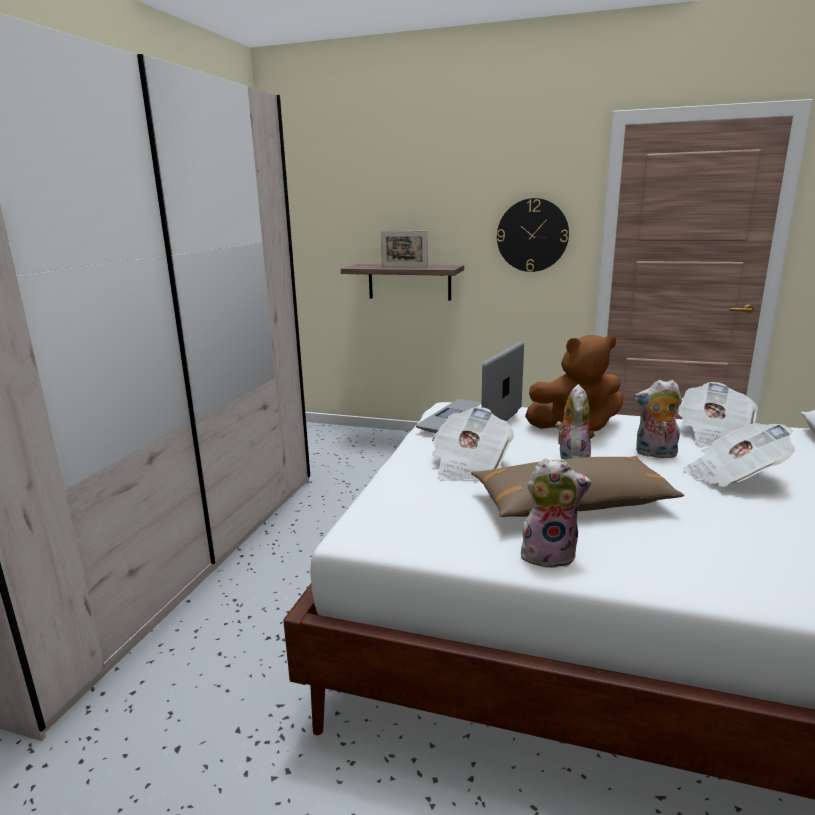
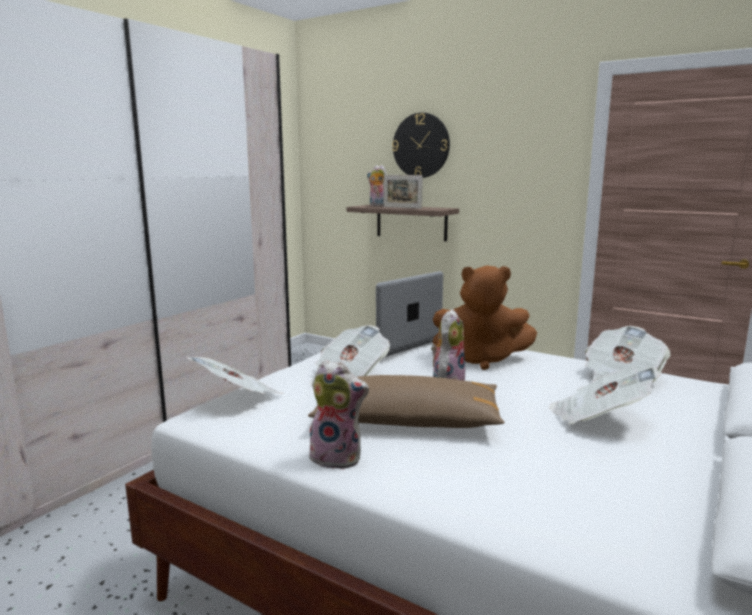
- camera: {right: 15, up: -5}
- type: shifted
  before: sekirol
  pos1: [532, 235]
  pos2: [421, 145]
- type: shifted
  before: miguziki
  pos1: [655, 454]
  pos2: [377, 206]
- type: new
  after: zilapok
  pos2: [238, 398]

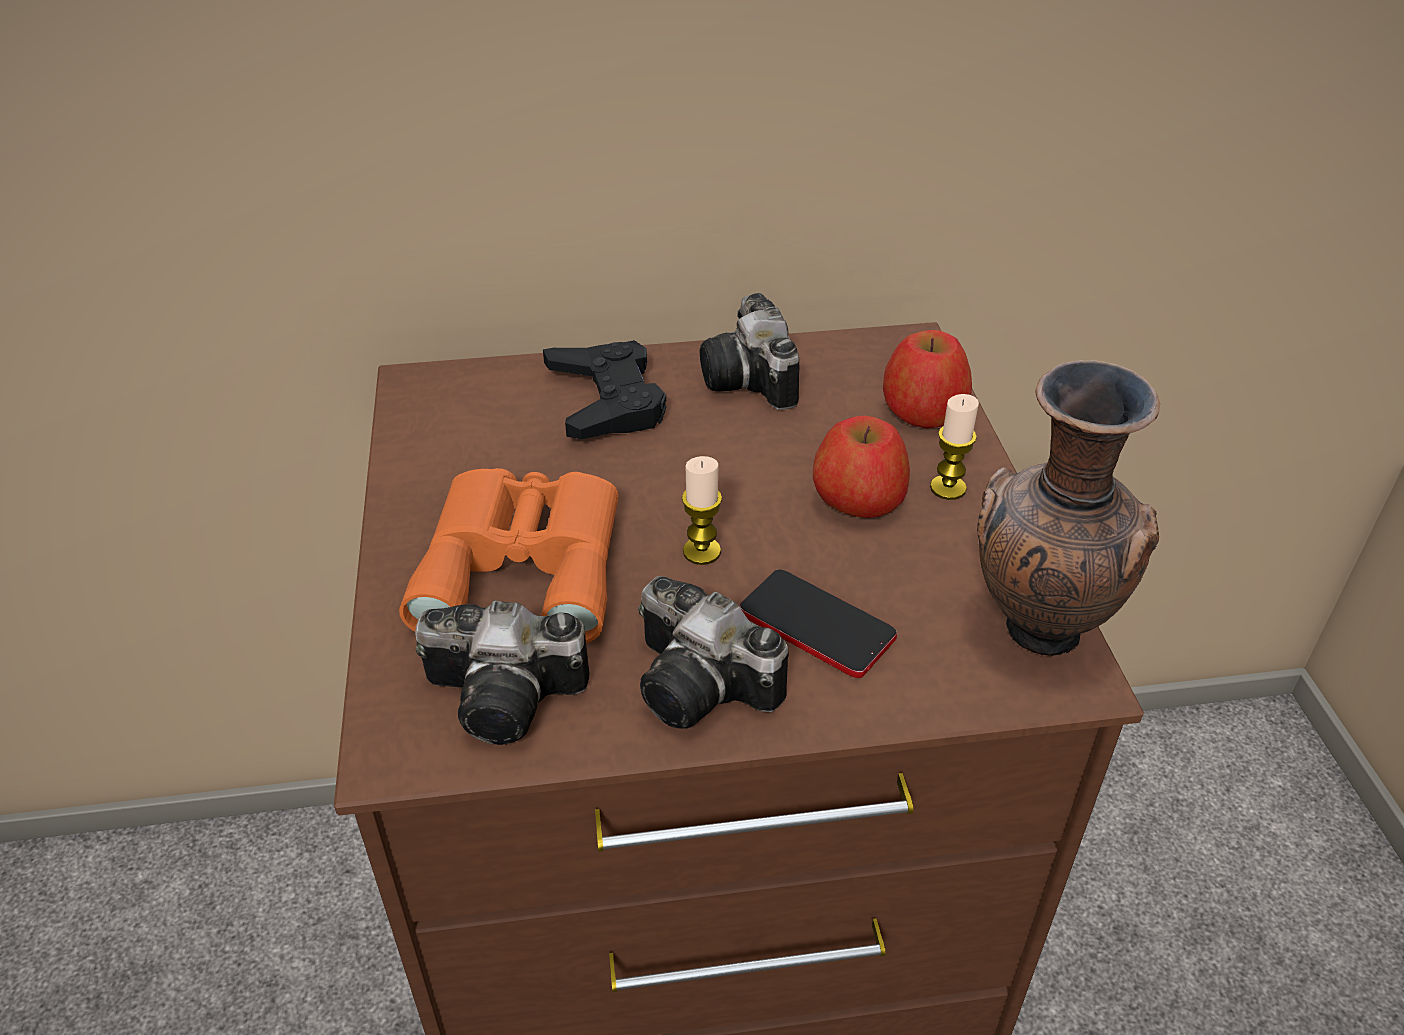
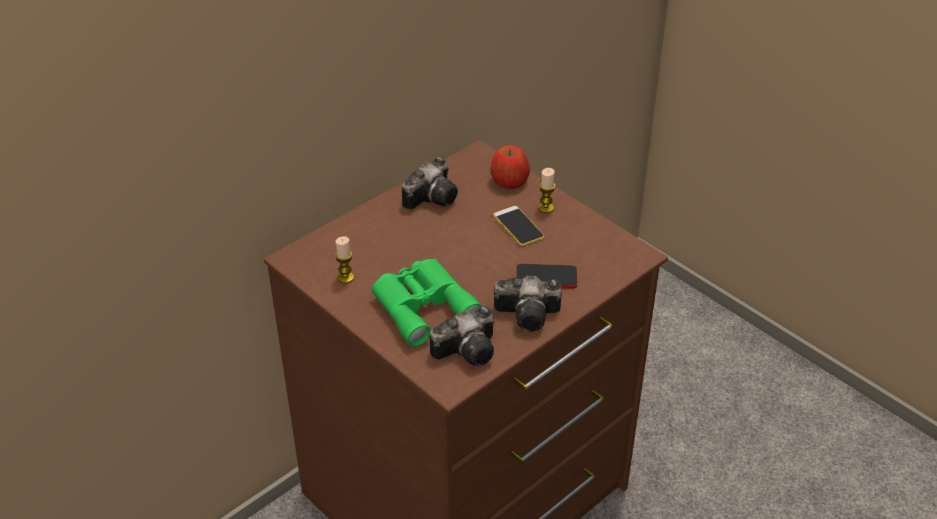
- camera: {right: -35, up: 0}
- type: repainted
  before: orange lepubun
  after: green lepubun
  pos1: [525, 562]
  pos2: [422, 305]
- type: gone
  before: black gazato
  pos1: [606, 400]
- type: shifted
  before: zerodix
  pos1: [701, 551]
  pos2: [345, 277]
- type: rotated
  before: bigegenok
  pos1: [753, 381]
  pos2: [433, 196]
  turn: -90
- type: swapped
  before: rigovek
  after: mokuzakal
  pos1: [858, 499]
  pos2: [518, 226]
- type: gone
  before: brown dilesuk
  pos1: [1036, 633]

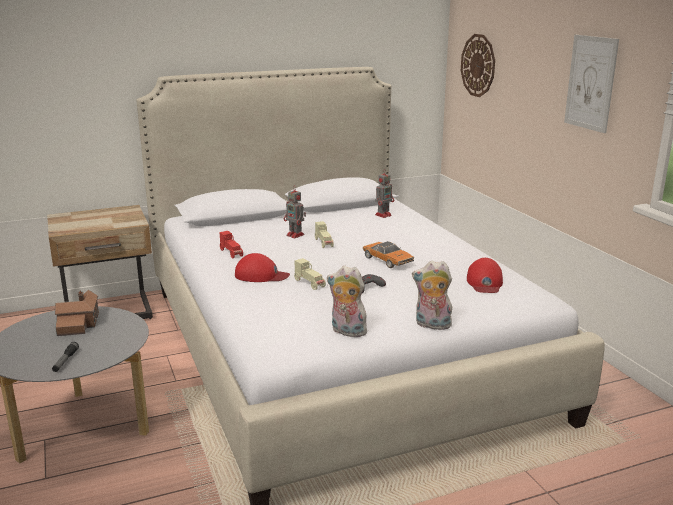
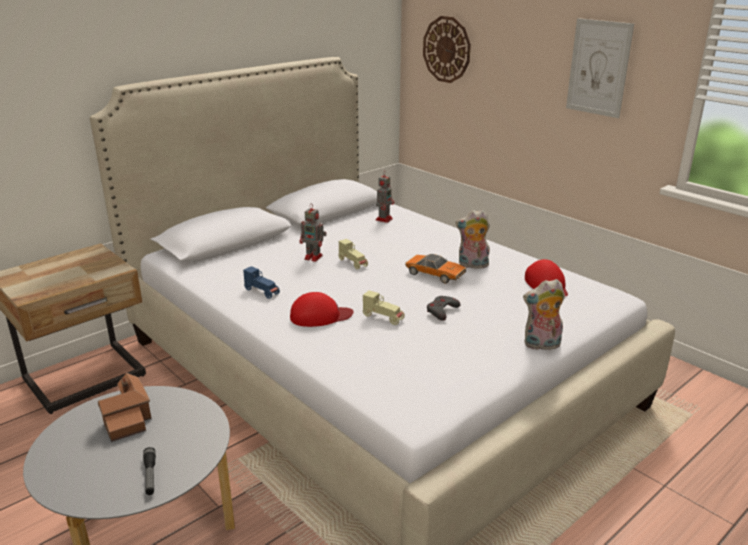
- camera: {right: -20, up: 5}
- type: repainted
  before: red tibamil
  after: blue tibamil
  pos1: [231, 253]
  pos2: [262, 292]
- type: shifted
  before: miguziki
  pos1: [346, 332]
  pos2: [472, 265]

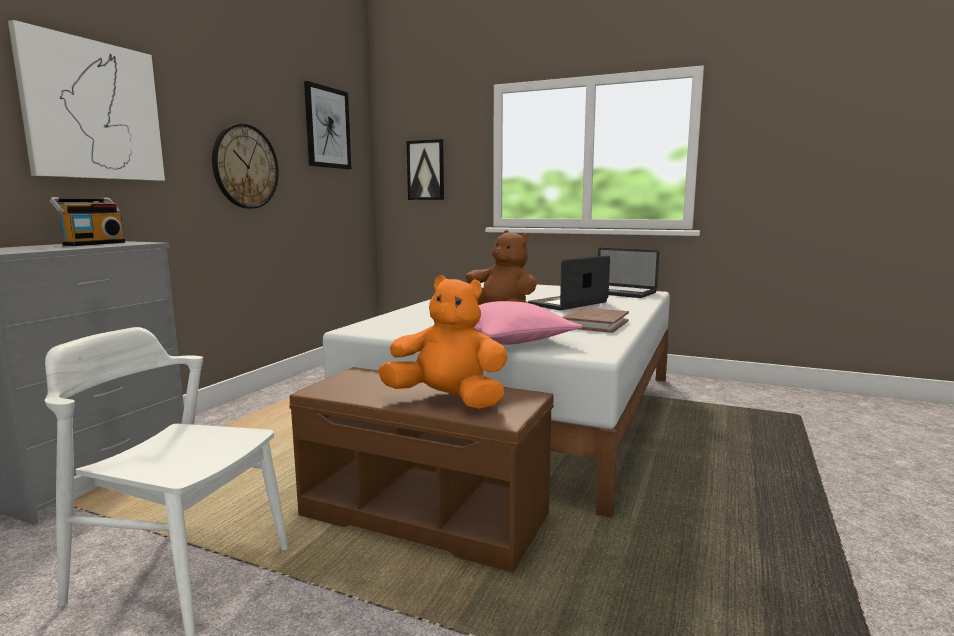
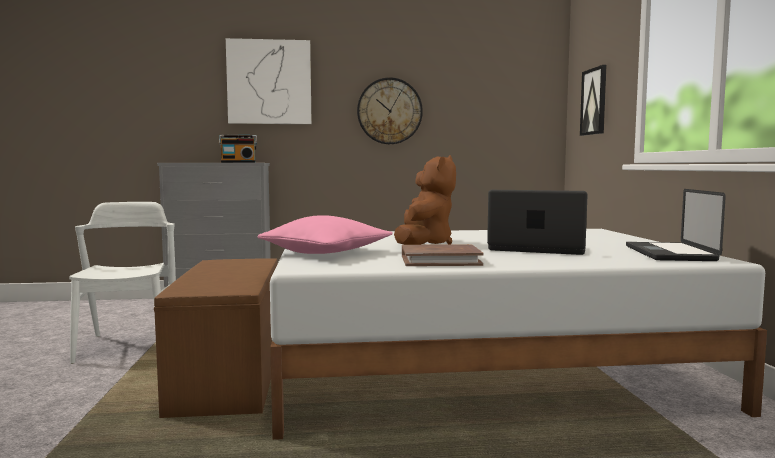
- camera: {right: 60, up: -5}
- type: gone
  before: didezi
  pos1: [327, 128]
- type: gone
  before: orange miguziki
  pos1: [448, 400]

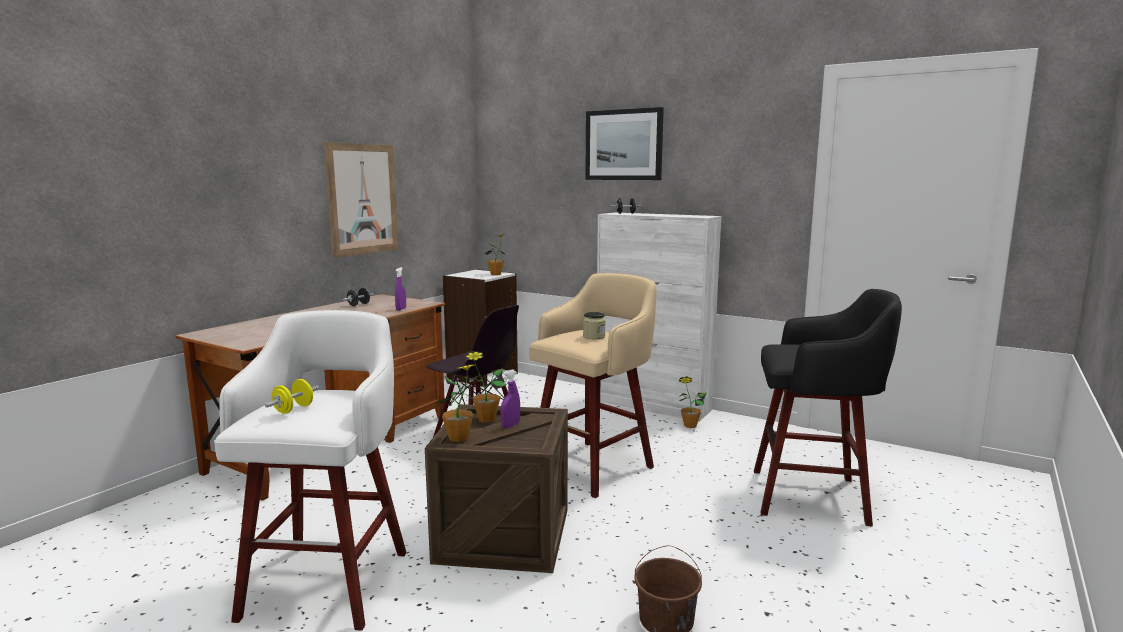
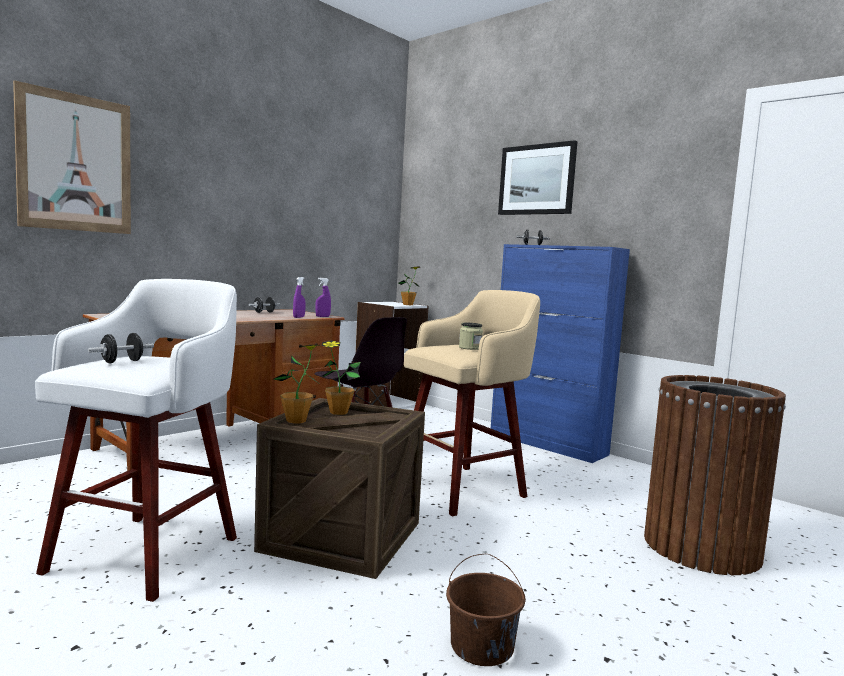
- camera: {right: 10, up: -5}
- type: repainted
  before: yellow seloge
  after: black seloge
  pos1: [293, 409]
  pos2: [122, 362]
- type: shifted
  before: didezi
  pos1: [362, 199]
  pos2: [75, 163]
- type: shifted
  before: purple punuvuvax
  pos1: [510, 425]
  pos2: [322, 316]
- type: repainted
  before: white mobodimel
  after: blue mobodimel
  pos1: [652, 405]
  pos2: [547, 444]
- type: gone
  before: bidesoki
  pos1: [690, 425]
- type: swapped
  before: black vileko
  after: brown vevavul
  pos1: [813, 497]
  pos2: [701, 547]

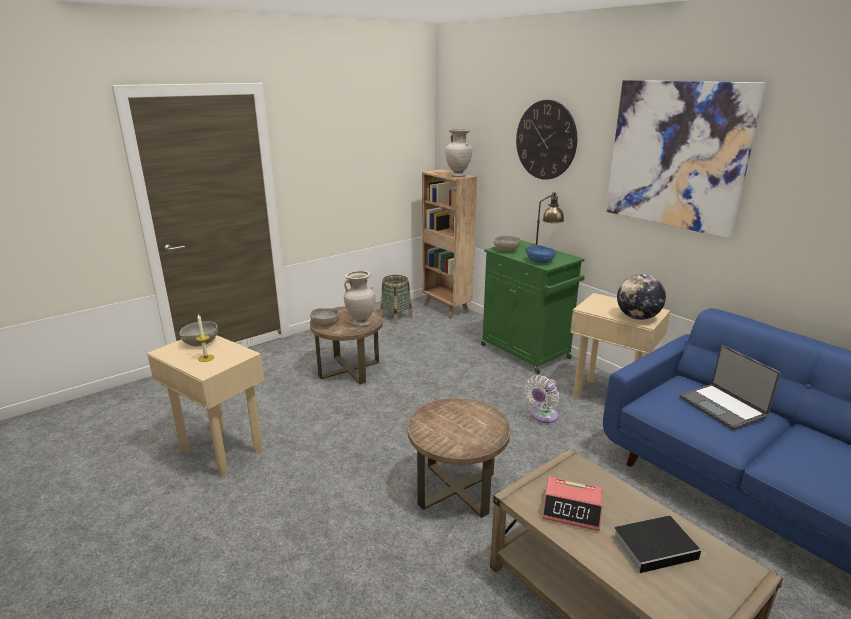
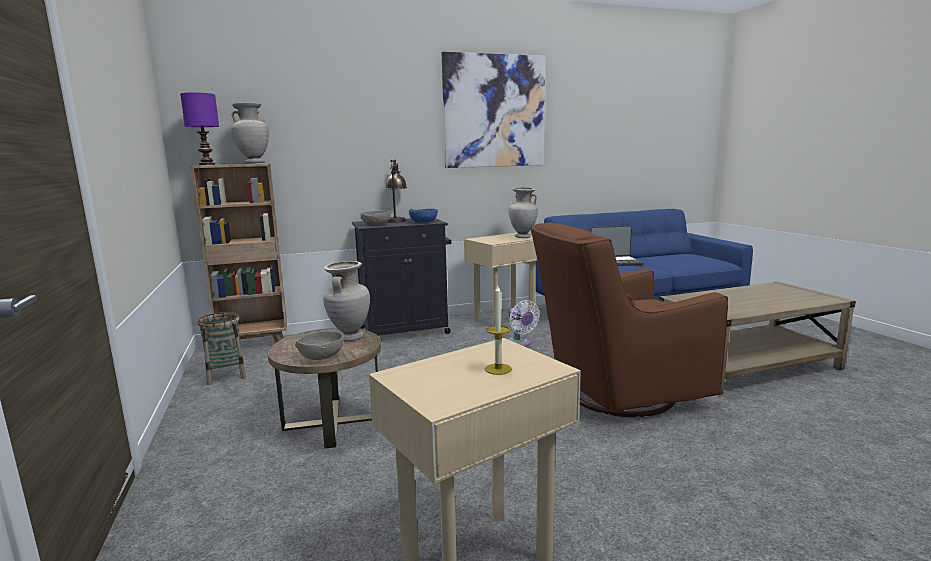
- camera: {right: -70, up: -10}
- type: gone
  before: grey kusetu
  pos1: [200, 342]
- type: swapped
  before: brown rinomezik
  after: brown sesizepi
  pos1: [456, 489]
  pos2: [614, 393]
- type: repainted
  before: green mobodimel
  after: black mobodimel
  pos1: [526, 352]
  pos2: [406, 330]
- type: gone
  before: sekirol
  pos1: [546, 140]
- type: gone
  before: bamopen
  pos1: [572, 510]
- type: gone
  before: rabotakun
  pos1: [656, 546]
- type: swapped
  before: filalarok
  after: beige dilesuk
  pos1: [637, 317]
  pos2: [522, 237]
- type: new
  after: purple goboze
  pos2: [206, 164]

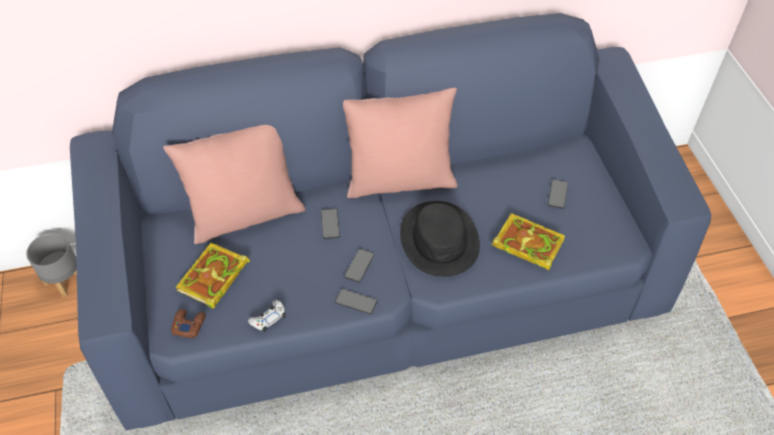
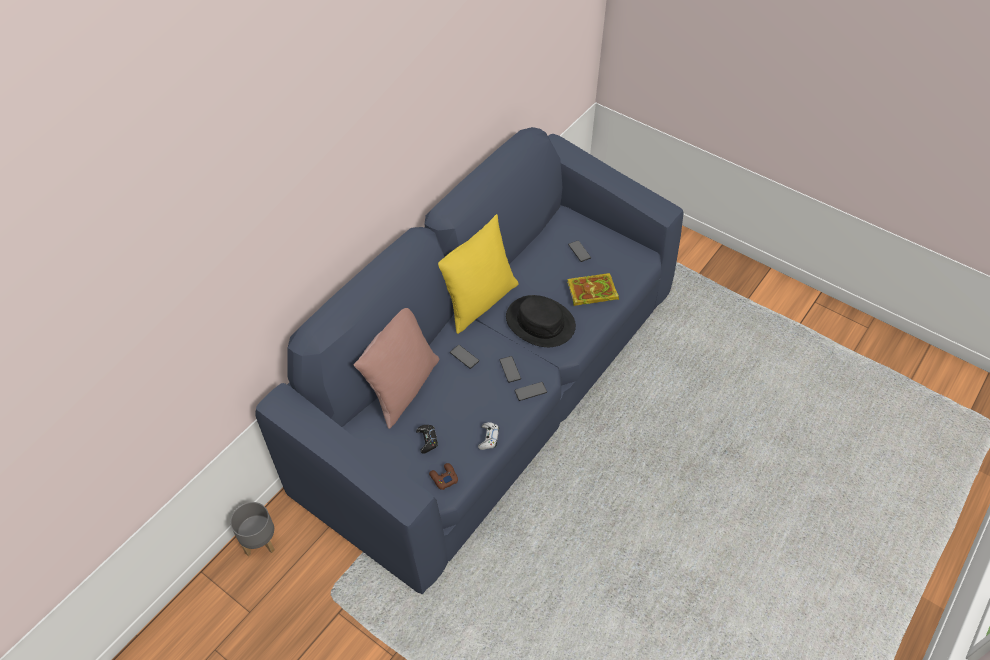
- camera: {right: -40, up: 0}
- type: swapped
  before: rabotakun
  after: black gazato
  pos1: [213, 278]
  pos2: [427, 440]
- type: repainted
  before: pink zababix
  after: yellow zababix
  pos1: [399, 181]
  pos2: [478, 302]

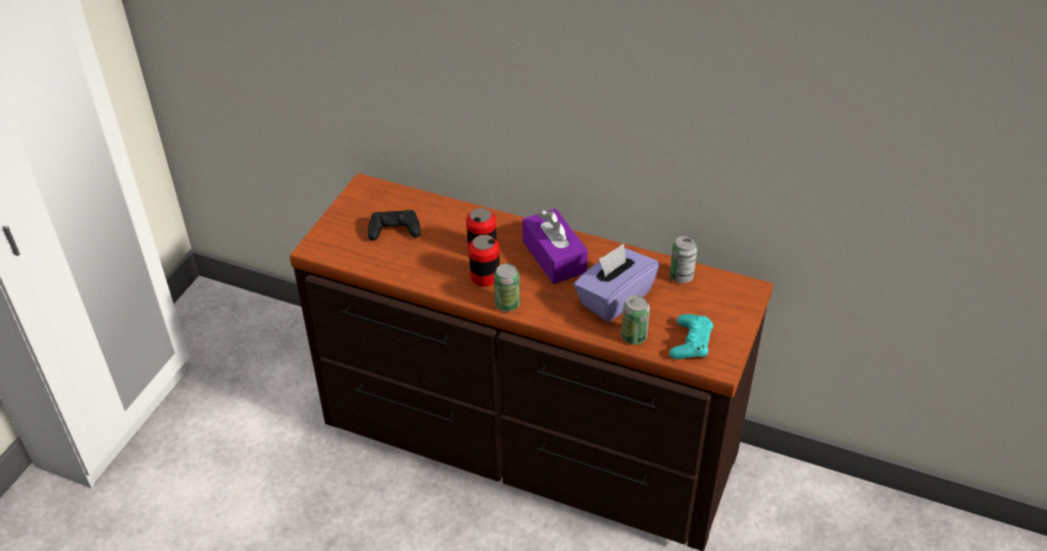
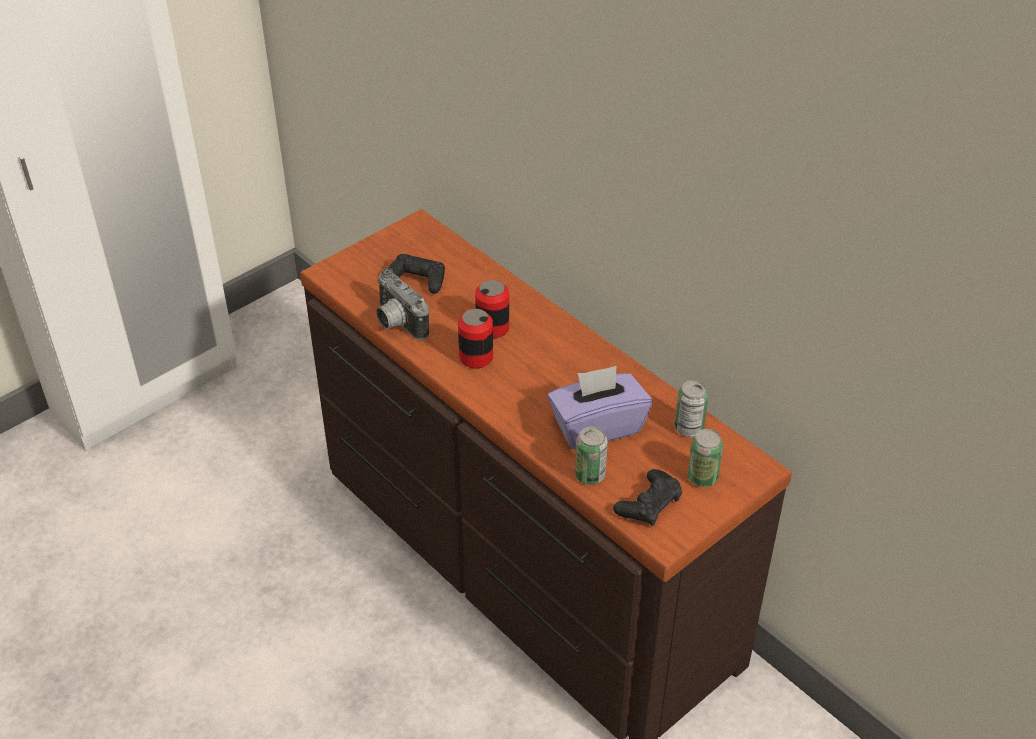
- camera: {right: 25, up: 0}
- type: shifted
  before: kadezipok
  pos1: [507, 304]
  pos2: [702, 477]
- type: gone
  before: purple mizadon
  pos1: [554, 257]
- type: repainted
  before: turquoise gazato
  after: black gazato
  pos1: [691, 342]
  pos2: [649, 504]
- type: new
  after: bigegenok
  pos2: [396, 323]

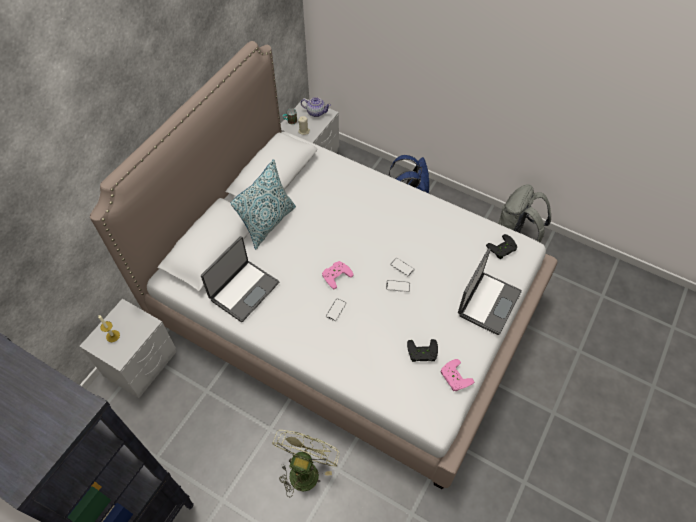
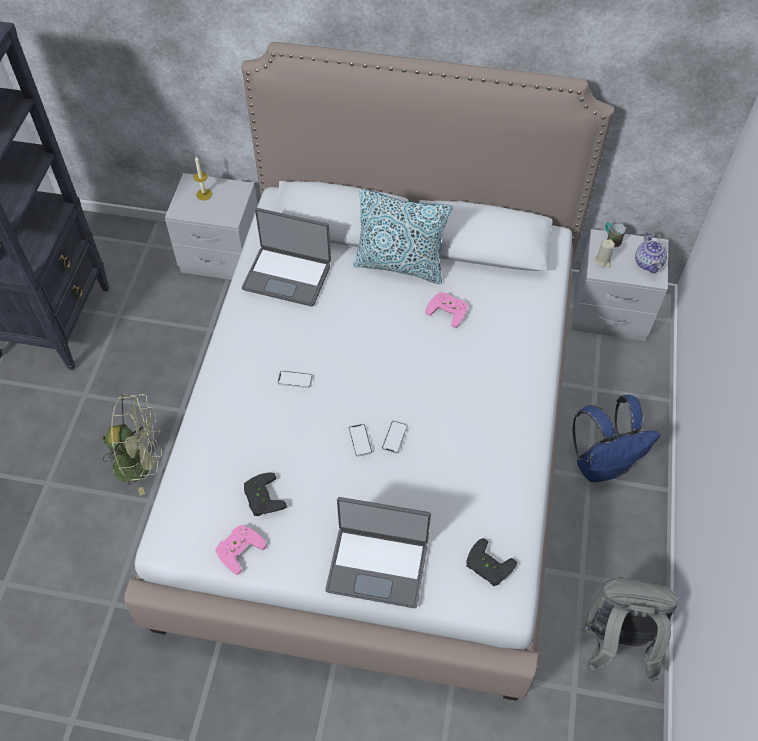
- camera: {right: 70, up: 0}
- type: shifted
  before: pink gazato
  pos1: [335, 274]
  pos2: [449, 309]

